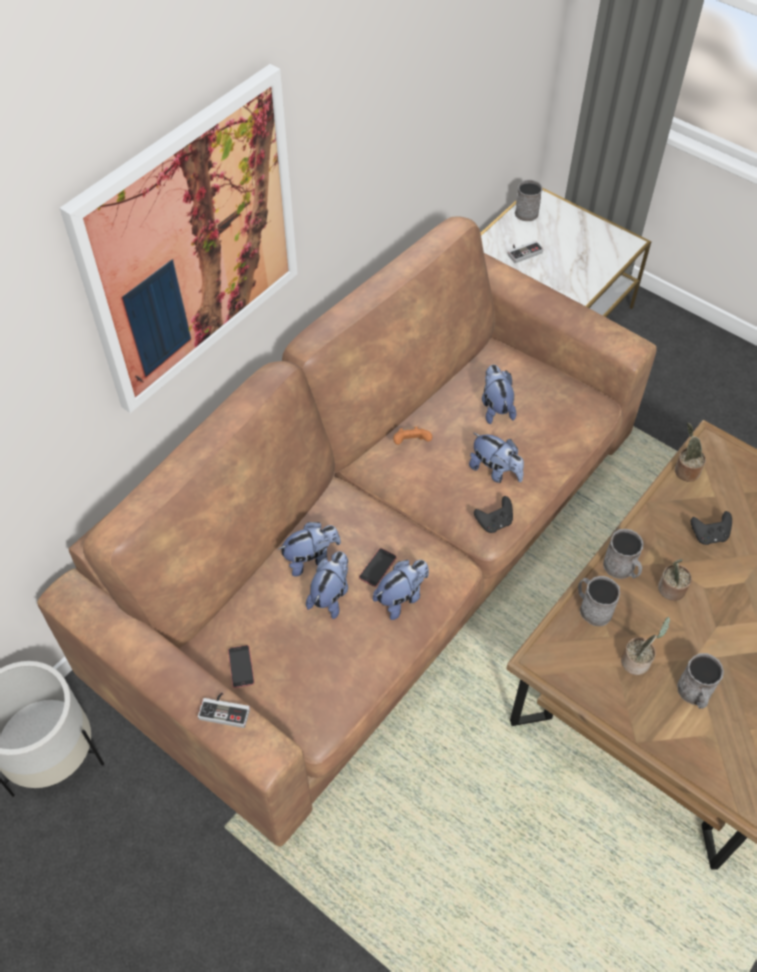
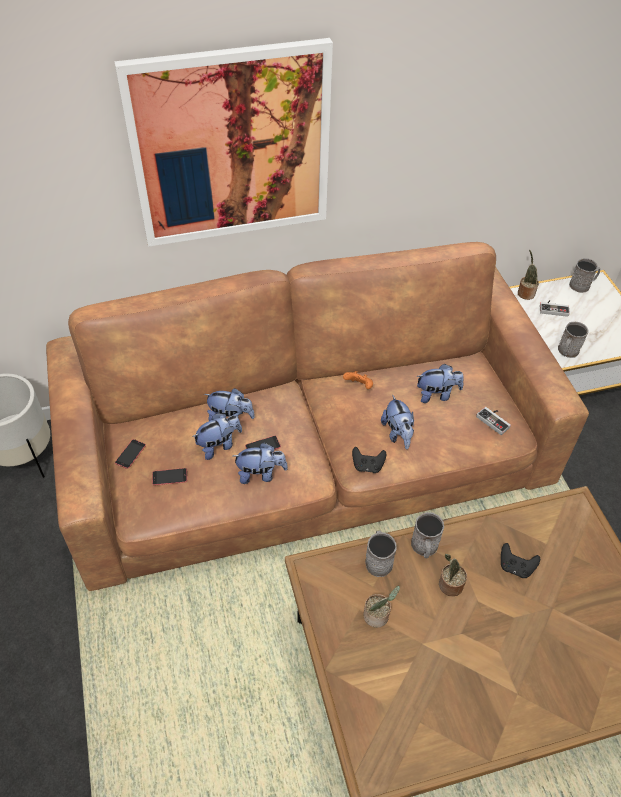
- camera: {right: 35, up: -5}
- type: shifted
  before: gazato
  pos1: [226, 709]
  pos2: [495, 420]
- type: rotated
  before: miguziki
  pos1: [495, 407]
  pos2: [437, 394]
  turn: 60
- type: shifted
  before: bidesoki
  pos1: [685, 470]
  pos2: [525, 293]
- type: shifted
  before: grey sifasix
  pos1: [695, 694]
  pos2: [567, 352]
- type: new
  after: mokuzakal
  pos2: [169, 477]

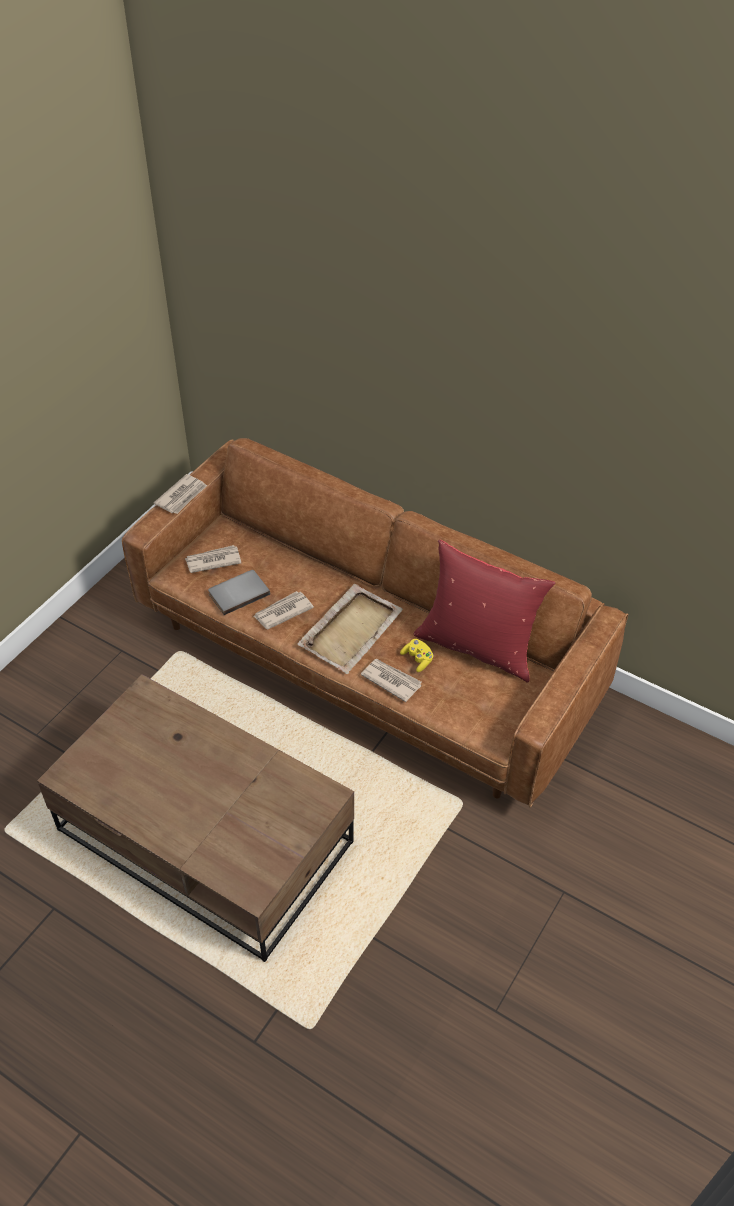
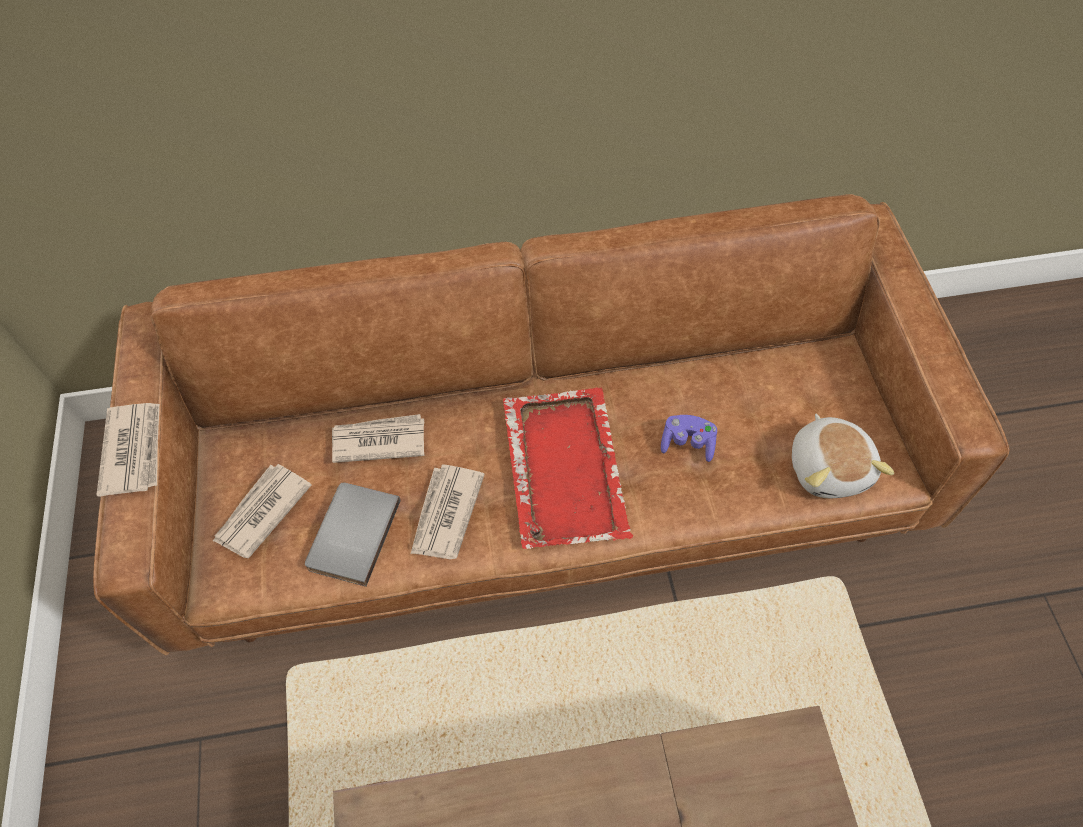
- camera: {right: -40, up: 10}
- type: repainted
  before: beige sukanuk
  after: red sukanuk
  pos1: [351, 630]
  pos2: [564, 467]
- type: shifted
  before: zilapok
  pos1: [391, 680]
  pos2: [378, 440]
- type: repainted
  before: yellow gazato
  after: purple gazato
  pos1: [417, 659]
  pos2: [687, 443]
- type: gone
  before: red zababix
  pos1: [477, 646]
- type: new
  after: miguziki
  pos2: [829, 468]

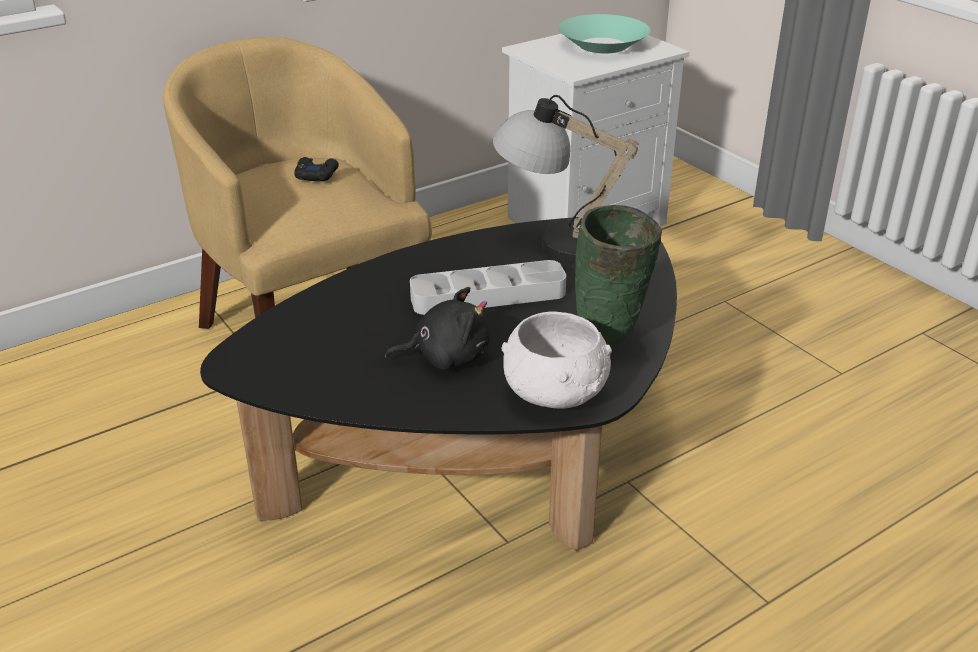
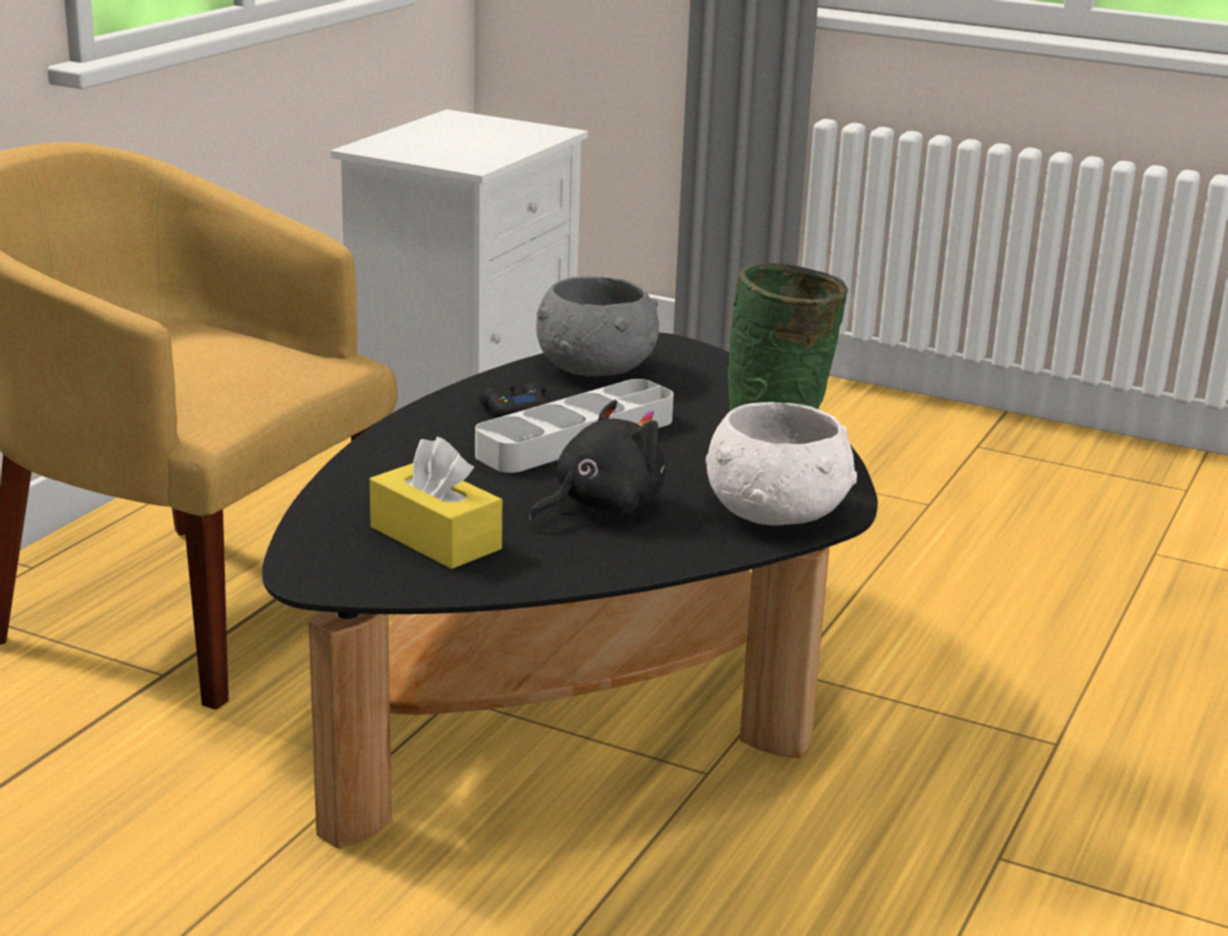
- camera: {right: -30, up: -10}
- type: shifted
  before: black gazato
  pos1: [316, 174]
  pos2: [516, 412]
- type: swapped
  before: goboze
  after: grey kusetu
  pos1: [558, 241]
  pos2: [597, 369]
- type: gone
  before: turquoise kusetu
  pos1: [603, 45]
- type: new
  after: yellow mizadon
  pos2: [435, 538]

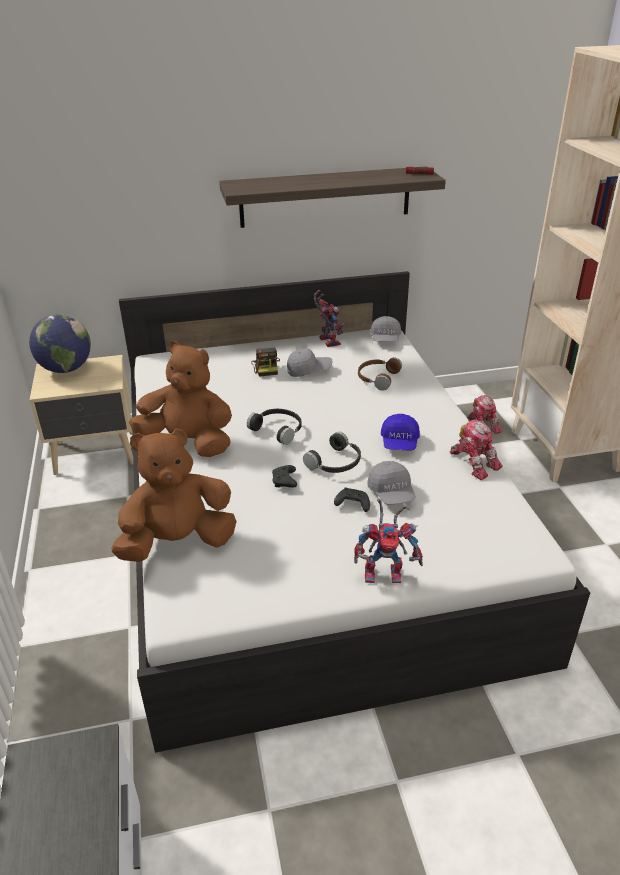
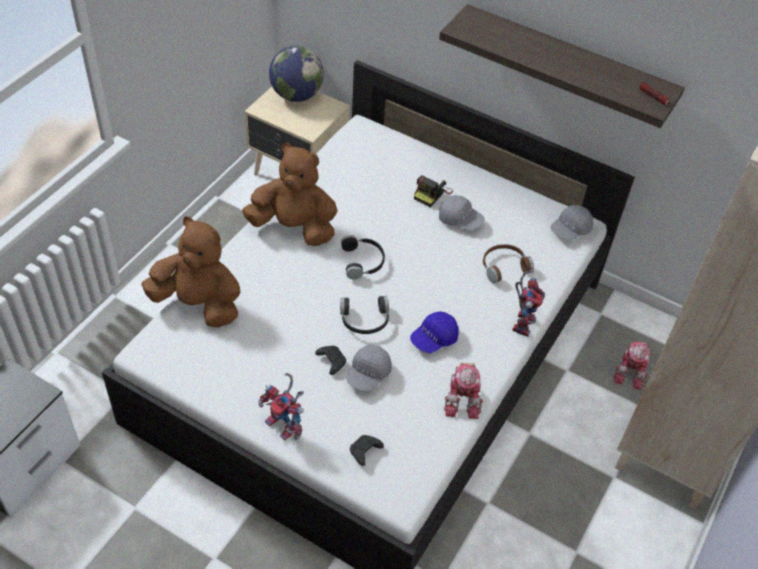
- camera: {right: 40, up: 15}
- type: rotated
  before: brown miguziki
  pos1: [188, 442]
  pos2: [294, 227]
  turn: -45
- type: shifted
  before: black gazato
  pos1: [285, 482]
  pos2: [364, 452]
- type: shifted
  before: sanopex
  pos1: [327, 340]
  pos2: [522, 321]

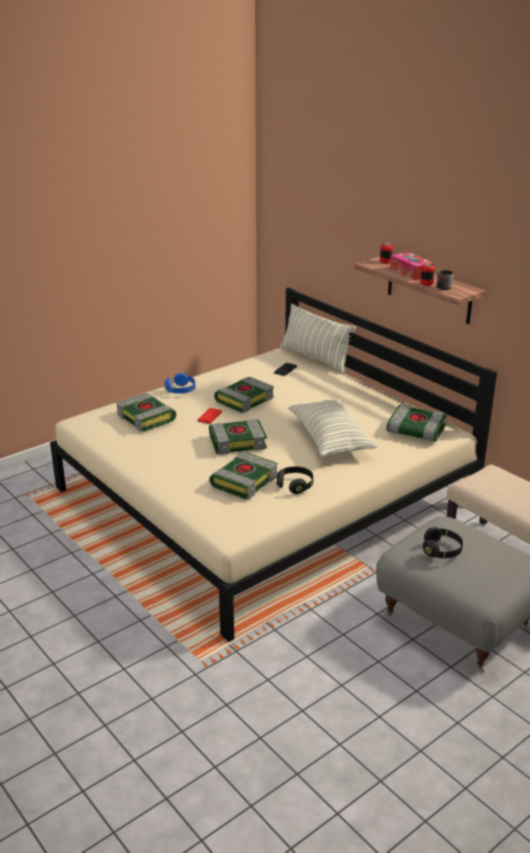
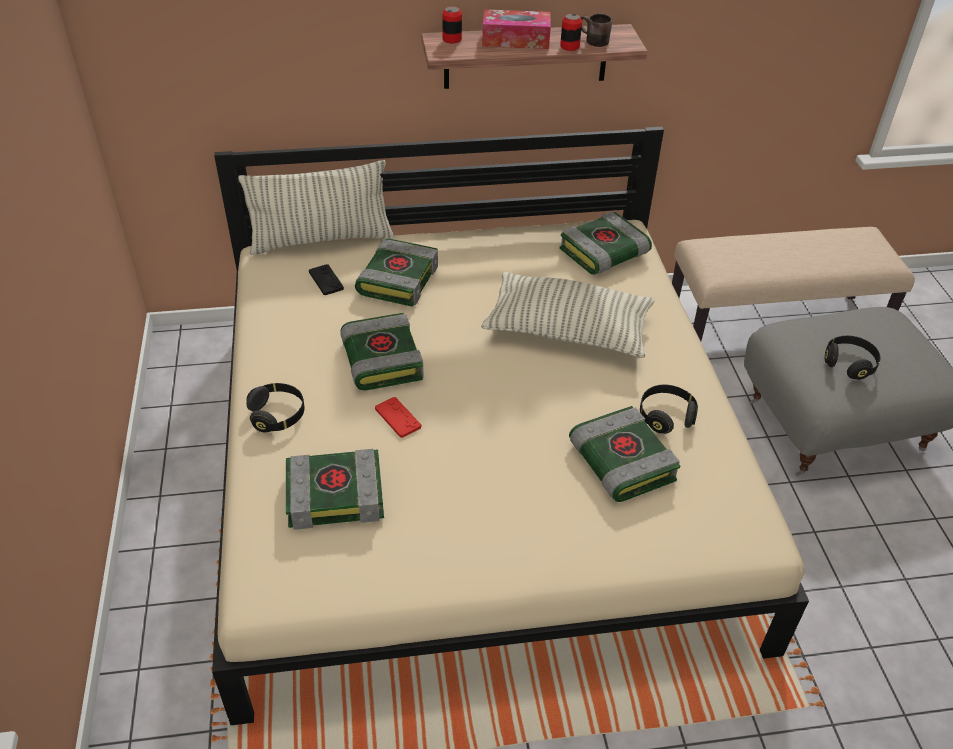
- camera: {right: -60, up: 15}
- type: repainted
  before: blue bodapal
  after: black bodapal
  pos1: [181, 390]
  pos2: [277, 415]
- type: shifted
  before: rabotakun
  pos1: [238, 442]
  pos2: [397, 279]

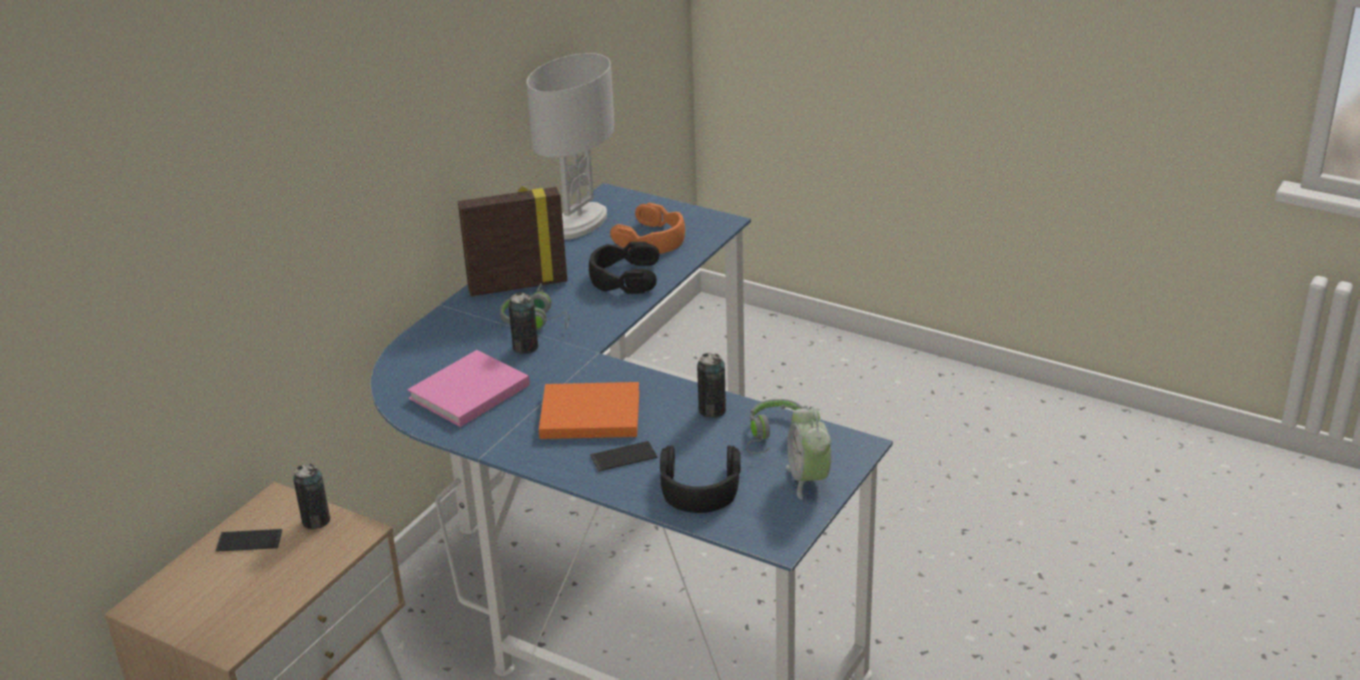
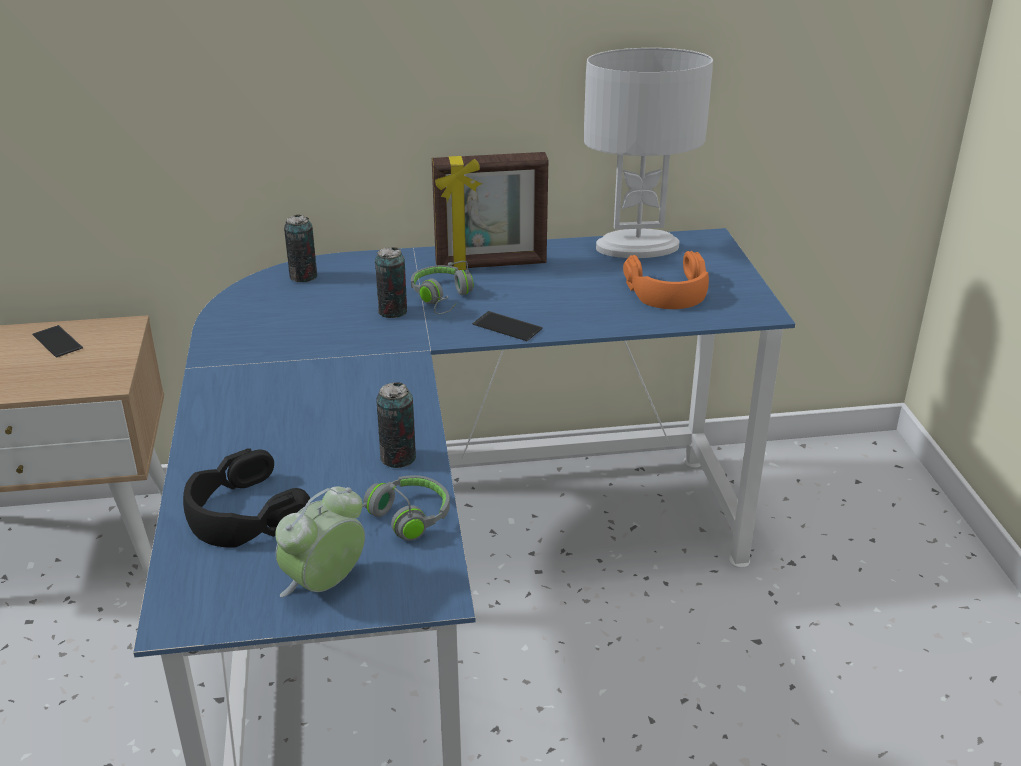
- camera: {right: 50, up: 0}
- type: shifted
  before: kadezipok
  pos1: [316, 521]
  pos2: [303, 276]
- type: gone
  before: pink rabotakun
  pos1: [467, 393]
- type: rotated
  before: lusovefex
  pos1: [517, 285]
  pos2: [491, 265]
  turn: 135
- type: gone
  before: orange rabotakun
  pos1: [587, 414]
- type: gone
  before: black bodapal
  pos1: [624, 277]
- type: shifted
  before: mokuzakal
  pos1: [623, 457]
  pos2: [507, 327]

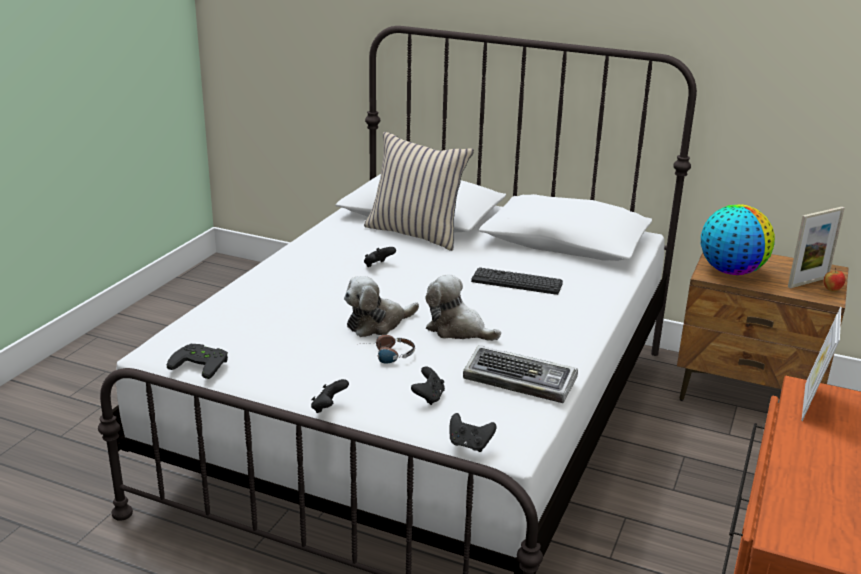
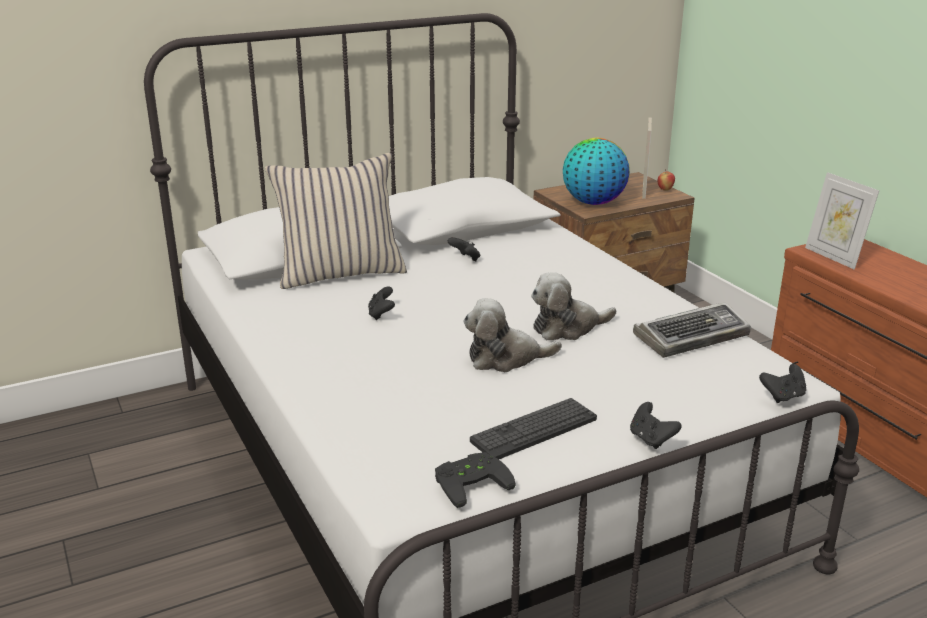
- camera: {right: -50, up: 0}
- type: rotated
  before: miguziki
  pos1: [377, 324]
  pos2: [506, 358]
  turn: 75
- type: gone
  before: bodapal
  pos1: [386, 356]
- type: shifted
  before: black gazato
  pos1: [428, 397]
  pos2: [465, 259]
- type: shifted
  before: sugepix
  pos1: [516, 282]
  pos2: [534, 430]

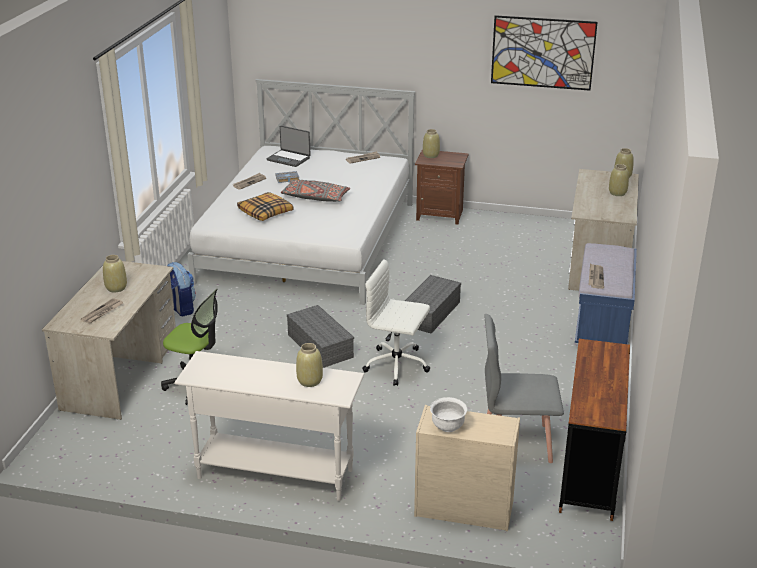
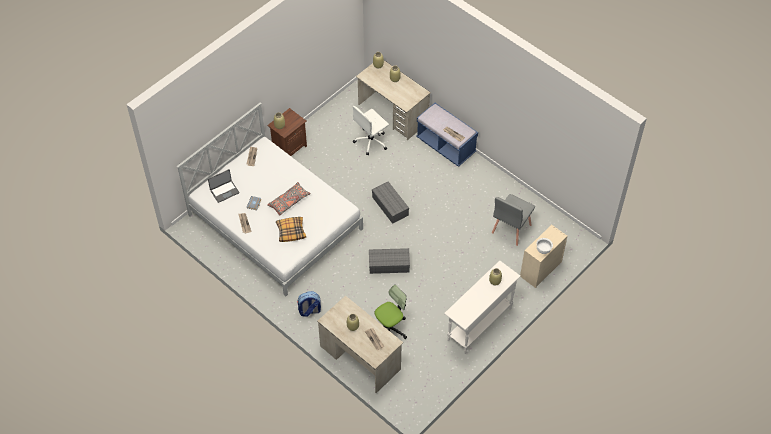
- camera: {right: -60, up: 25}
- type: shifted
  before: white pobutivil
  pos1: [397, 365]
  pos2: [371, 141]
- type: gone
  before: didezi
  pos1: [542, 53]
- type: gone
  before: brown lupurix
  pos1: [590, 469]

